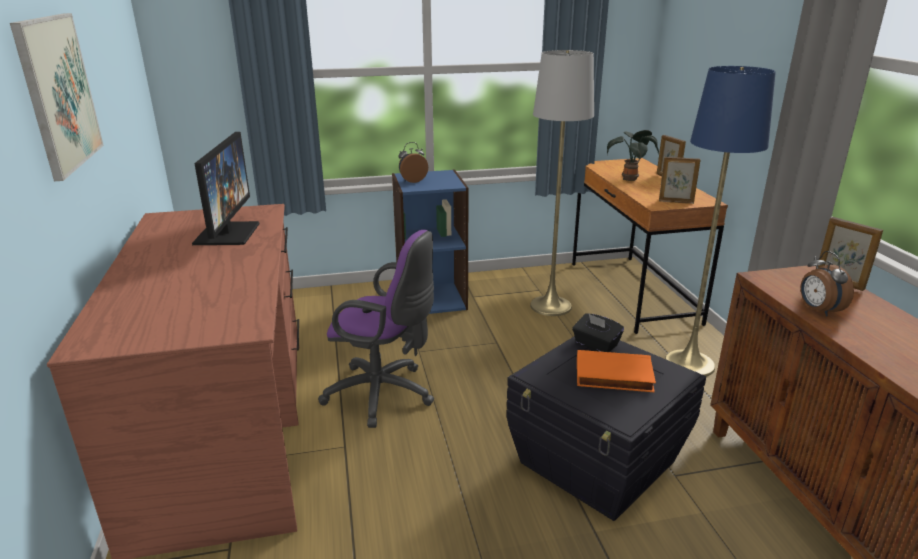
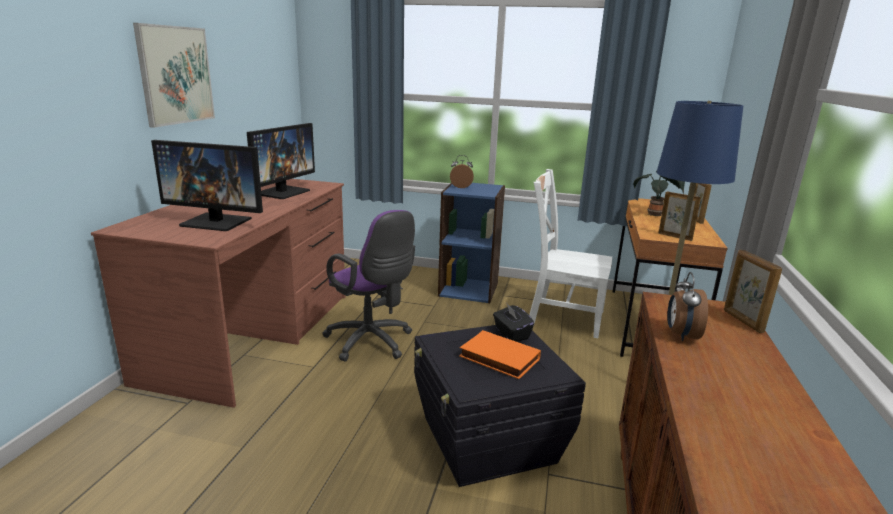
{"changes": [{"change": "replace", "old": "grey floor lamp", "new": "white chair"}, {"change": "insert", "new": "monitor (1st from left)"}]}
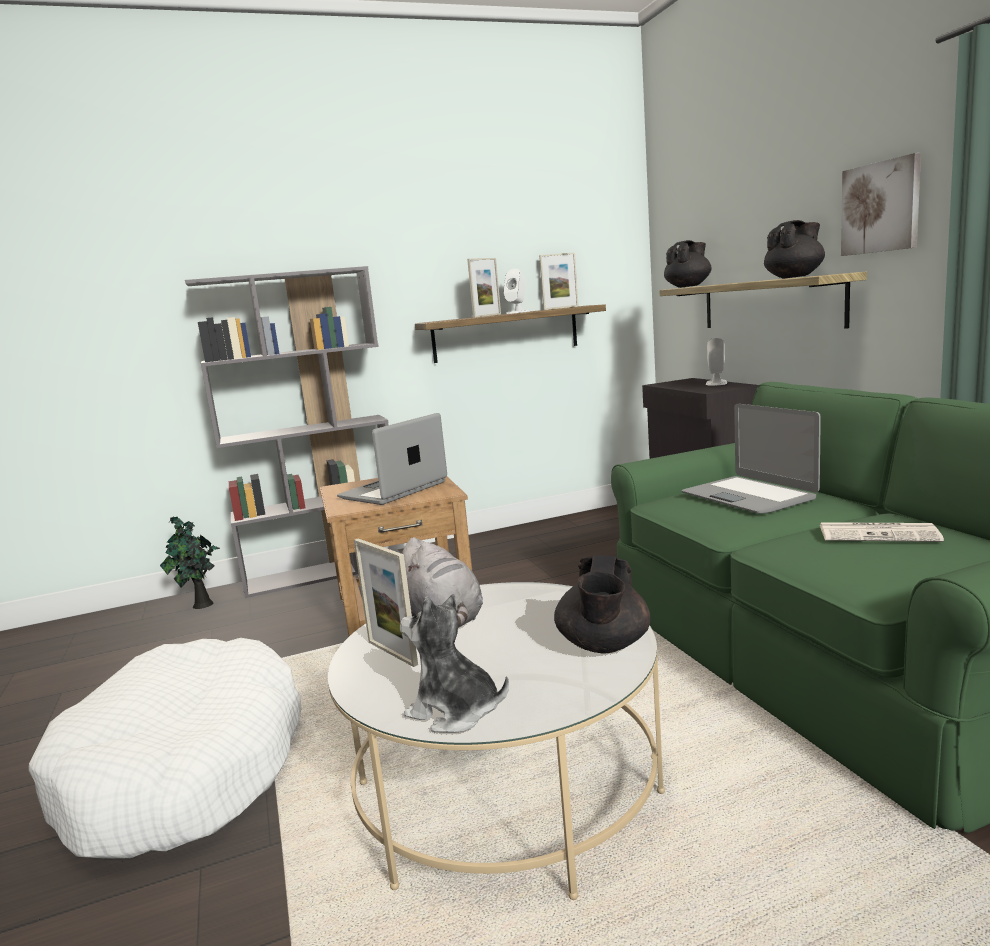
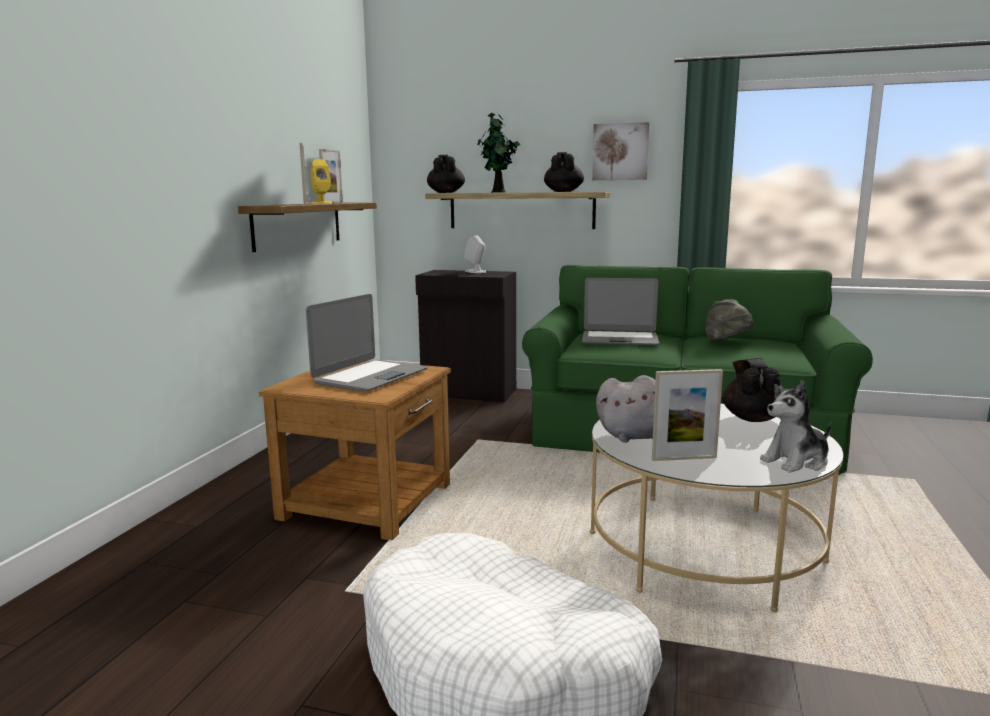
{"changes": [{"change": "delete", "old": "grey bookcase"}, {"change": "recolor", "old": "white speaker (1st from left)", "new": "yellow speaker"}, {"change": "rotate", "old": "laptop (1st from left)", "degrees": -135}, {"change": "move", "old": "potted plant"}, {"change": "replace", "old": "newspaper", "new": "grey hat"}, {"change": "rotate", "old": "black teapot (1st from left in the first image)", "degrees": -135}]}
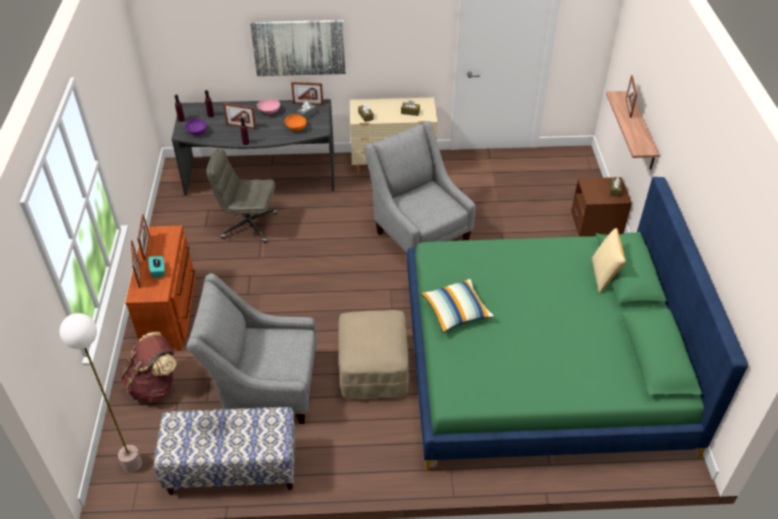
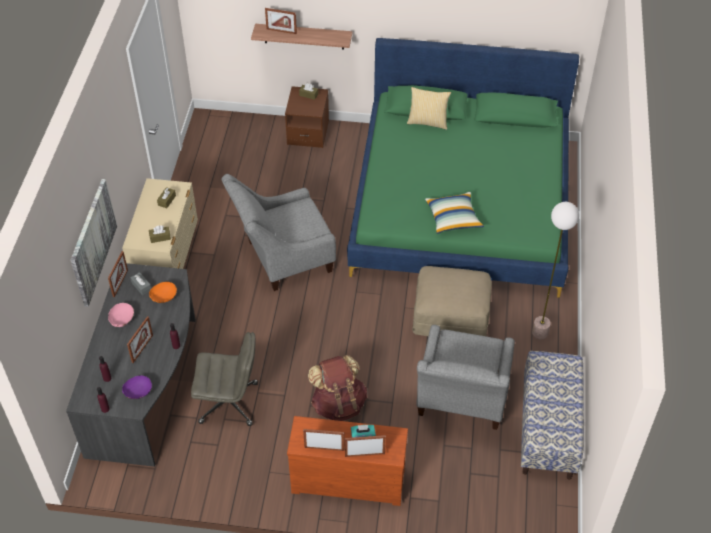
{"changes": [{"change": "rotate", "old": "grey office chair", "degrees": -105}, {"change": "move", "old": "floor lamp"}, {"change": "move", "old": "brown backpack"}]}
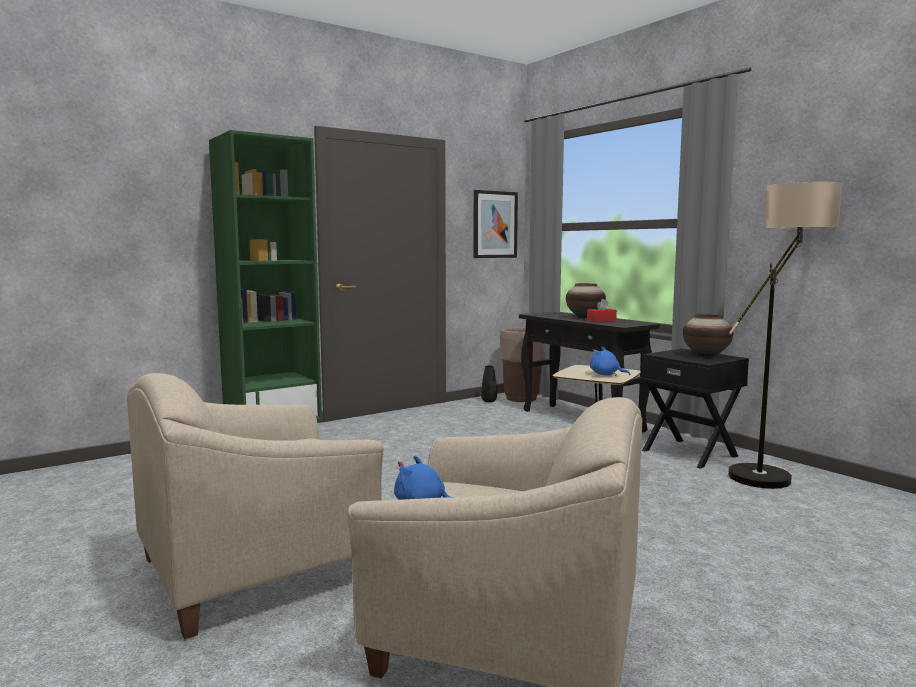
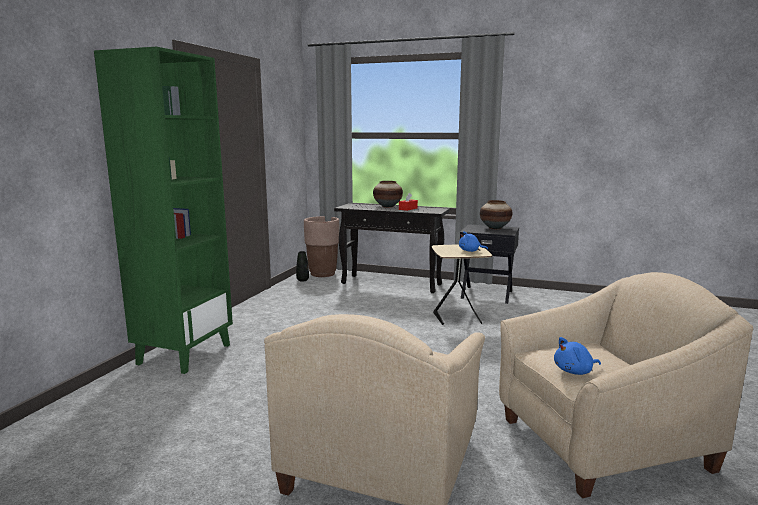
{"changes": [{"change": "delete", "old": "floor lamp"}, {"change": "delete", "old": "picture"}]}
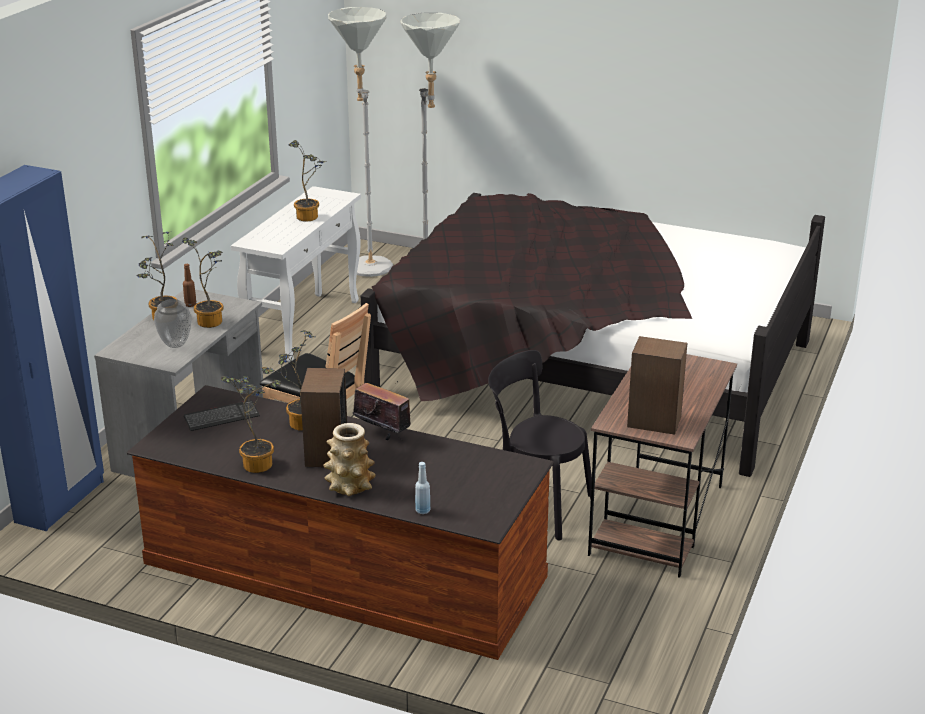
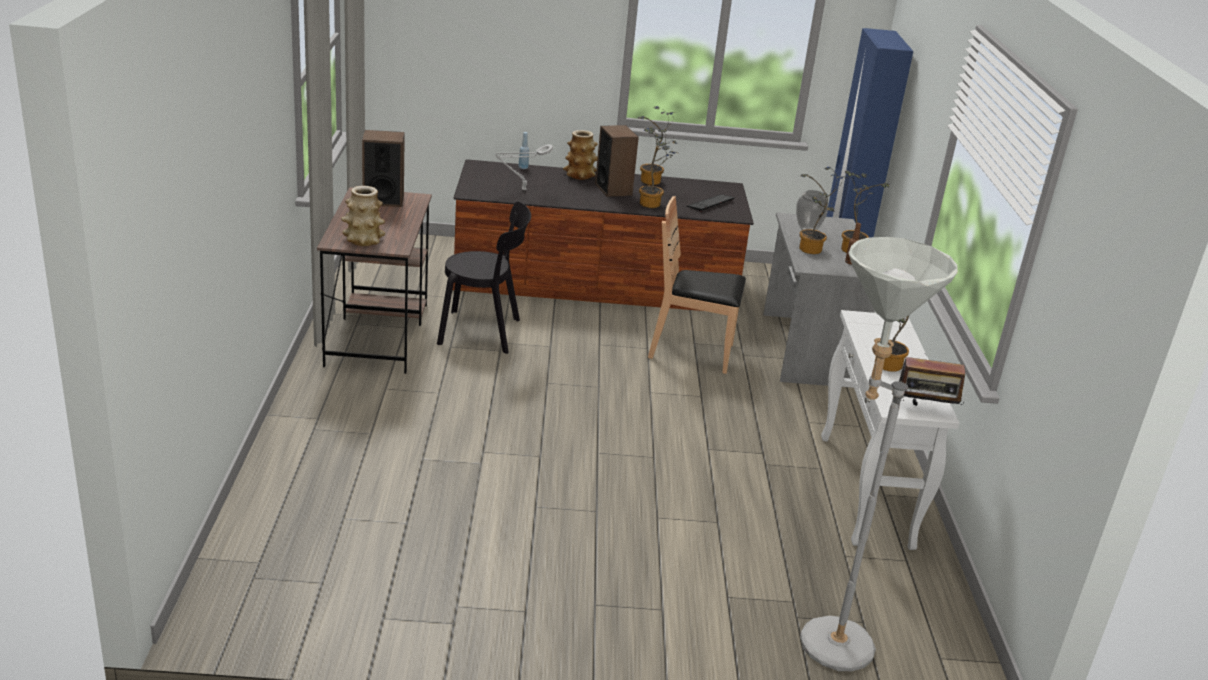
{"changes": [{"change": "delete", "old": "grey floor lamp (1st from left)"}, {"change": "delete", "old": "black bed"}, {"change": "move", "old": "radio"}, {"change": "insert", "new": "grey table lamp"}, {"change": "insert", "new": "vase (1st from left)"}]}
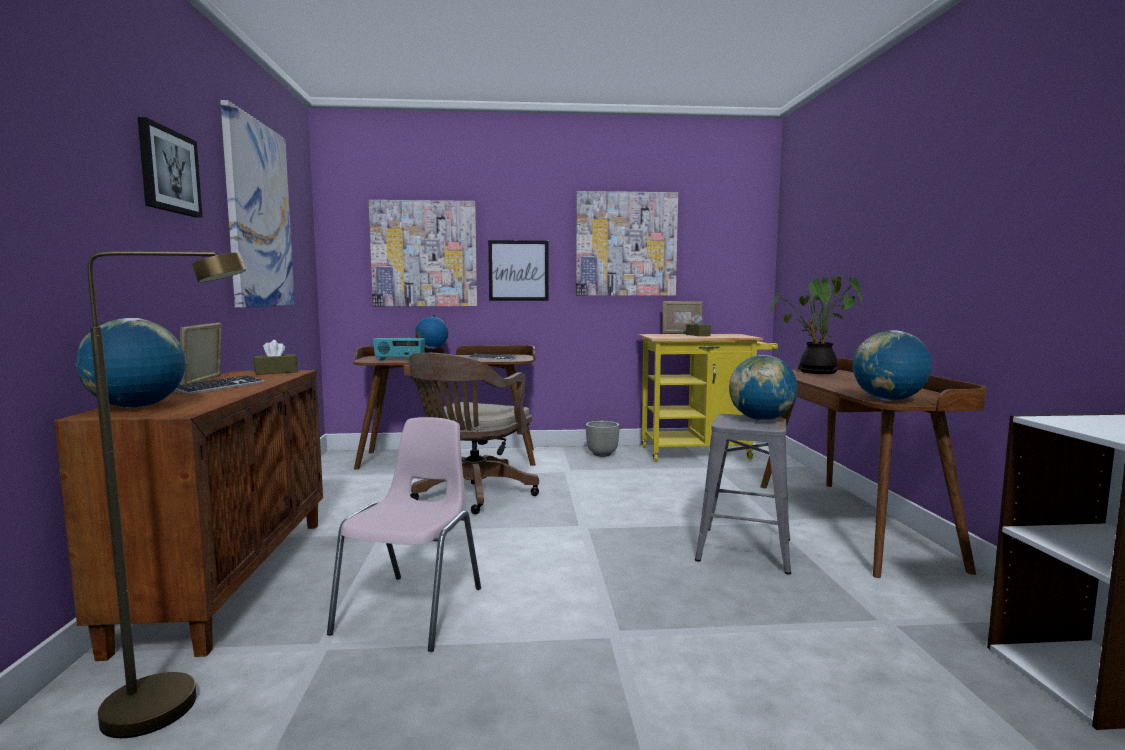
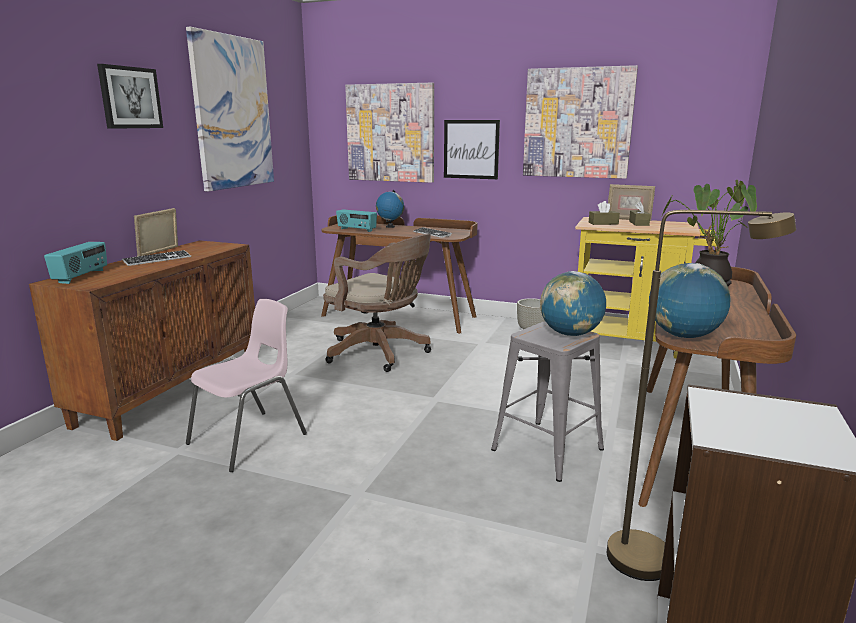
{"changes": [{"change": "move", "old": "brown floor lamp"}, {"change": "replace", "old": "globe (1st from left)", "new": "radio (1st from left)"}, {"change": "move", "old": "brown tissue box (1st from left)"}, {"change": "rotate", "old": "brown office chair", "degrees": -105}]}
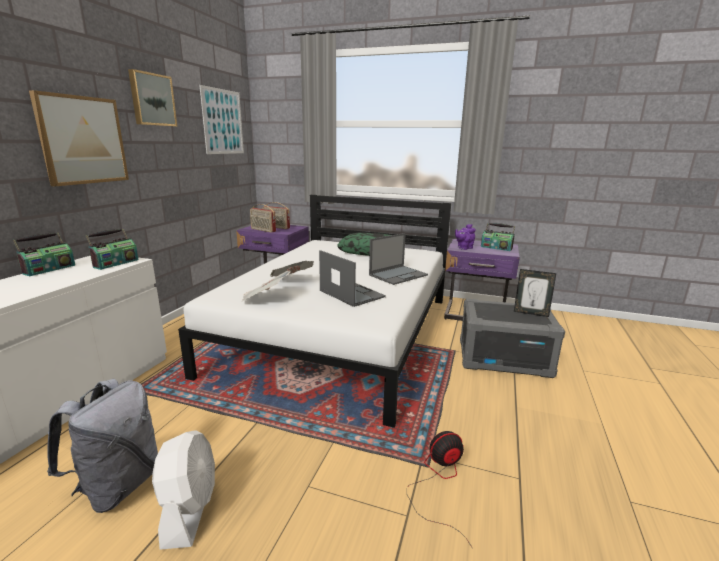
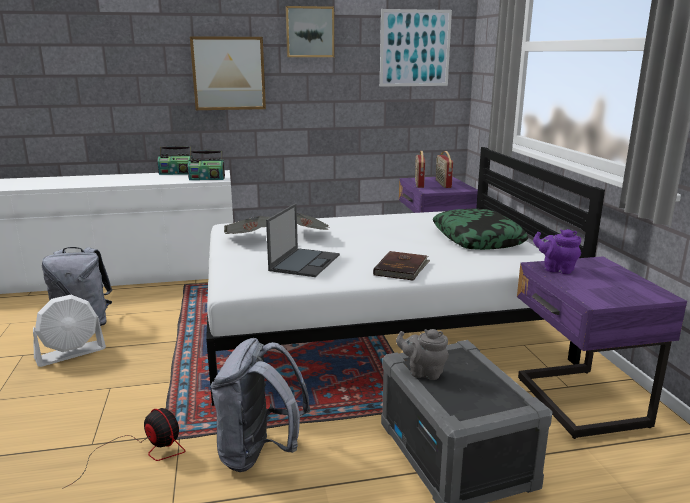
{"changes": [{"change": "delete", "old": "radio (5th from left)"}, {"change": "replace", "old": "laptop (2nd from left)", "new": "brown book"}, {"change": "delete", "old": "picture frame"}, {"change": "insert", "new": "grey teapot"}, {"change": "insert", "new": "grey backpack (2nd from left)"}]}
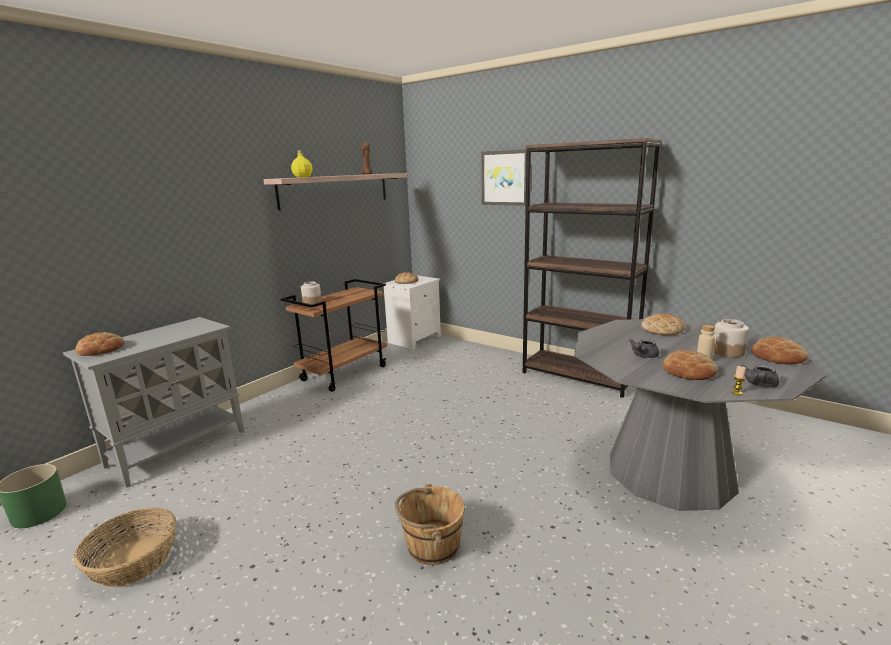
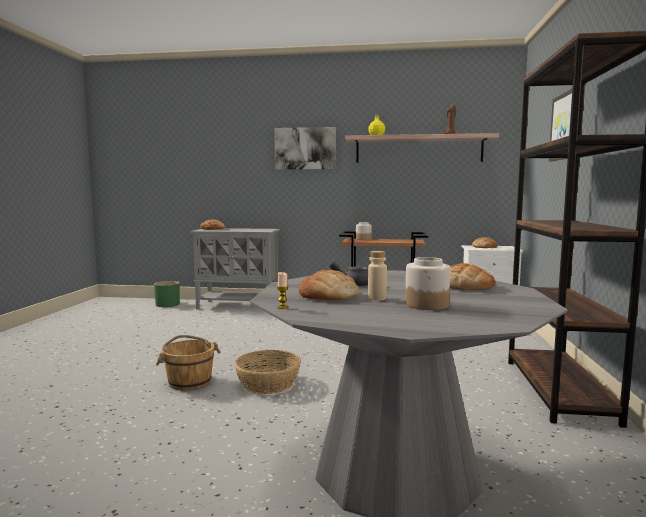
{"changes": [{"change": "delete", "old": "bread (5th from left)"}, {"change": "delete", "old": "grey teapot (2nd from left)"}, {"change": "move", "old": "basket"}, {"change": "insert", "new": "picture (1st from left)"}]}
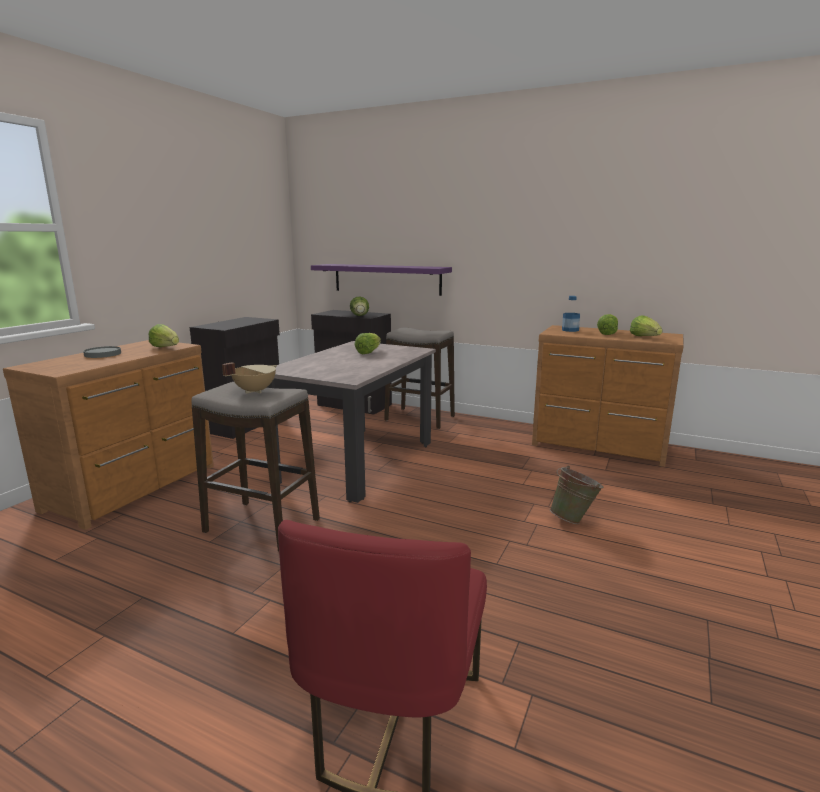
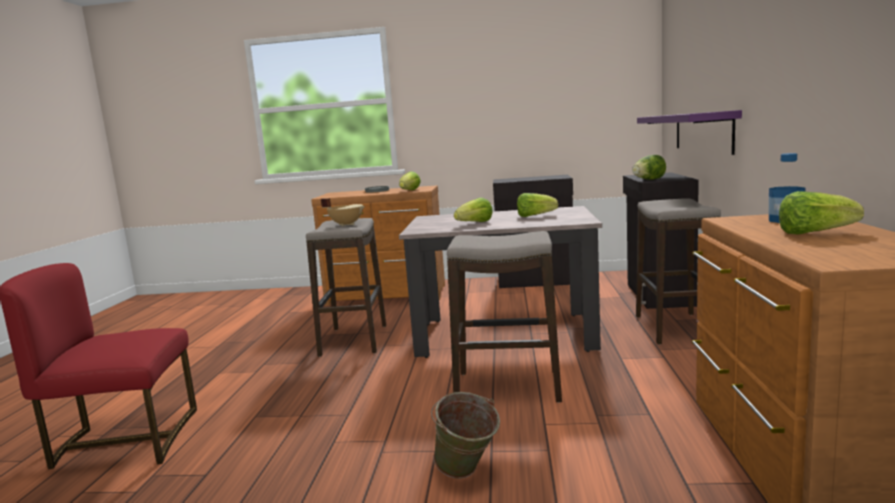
{"changes": [{"change": "move", "old": "lettuce (5th from left in the first image)", "new": "lettuce (2nd from left)"}, {"change": "insert", "new": "stool (2nd from left)"}]}
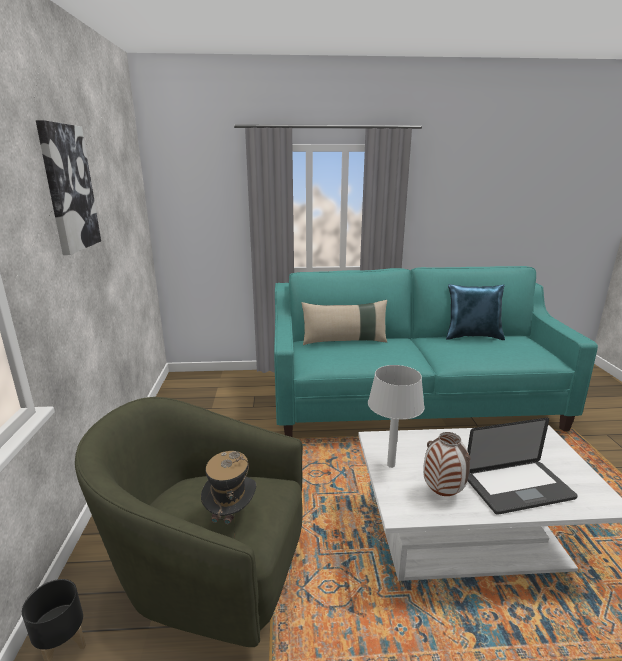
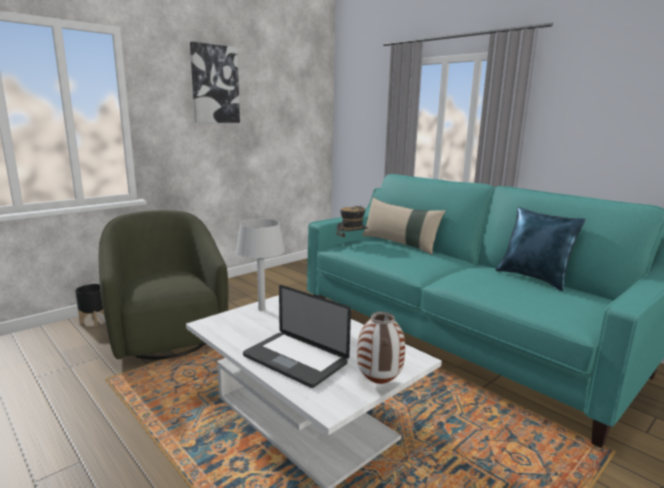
{"changes": [{"change": "move", "old": "vase"}, {"change": "move", "old": "hat"}]}
